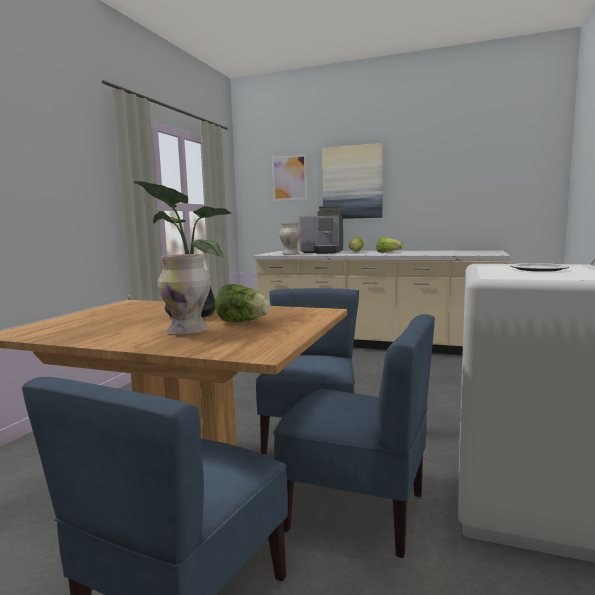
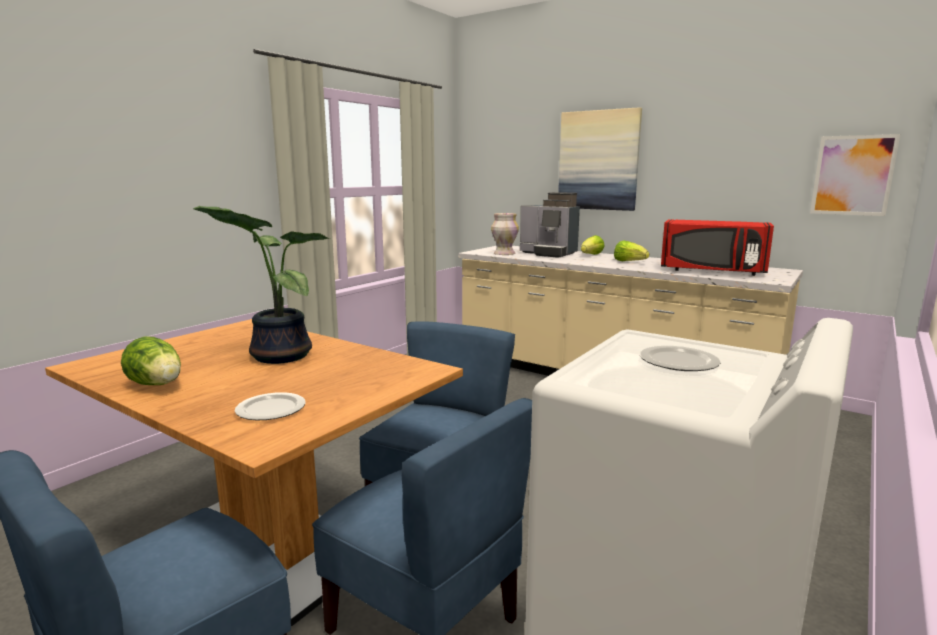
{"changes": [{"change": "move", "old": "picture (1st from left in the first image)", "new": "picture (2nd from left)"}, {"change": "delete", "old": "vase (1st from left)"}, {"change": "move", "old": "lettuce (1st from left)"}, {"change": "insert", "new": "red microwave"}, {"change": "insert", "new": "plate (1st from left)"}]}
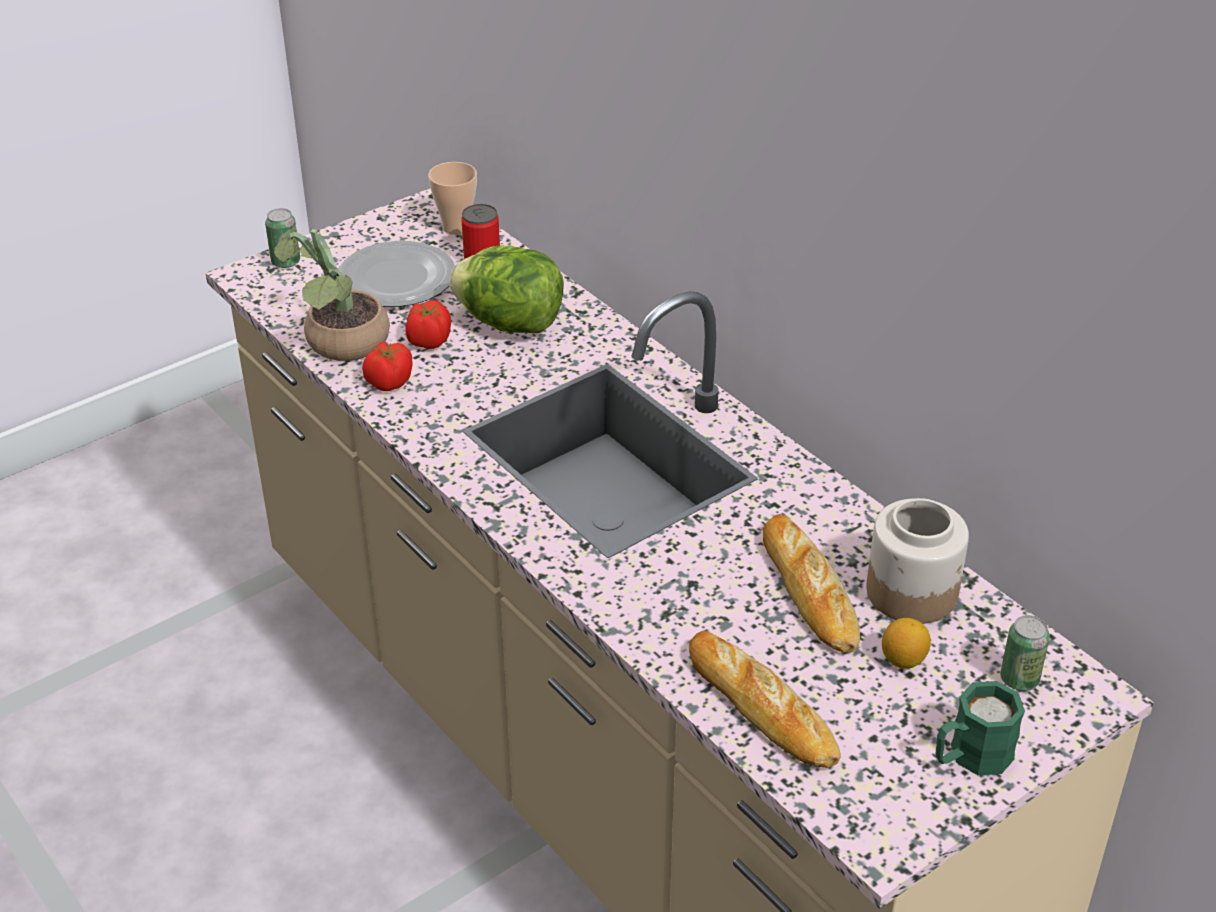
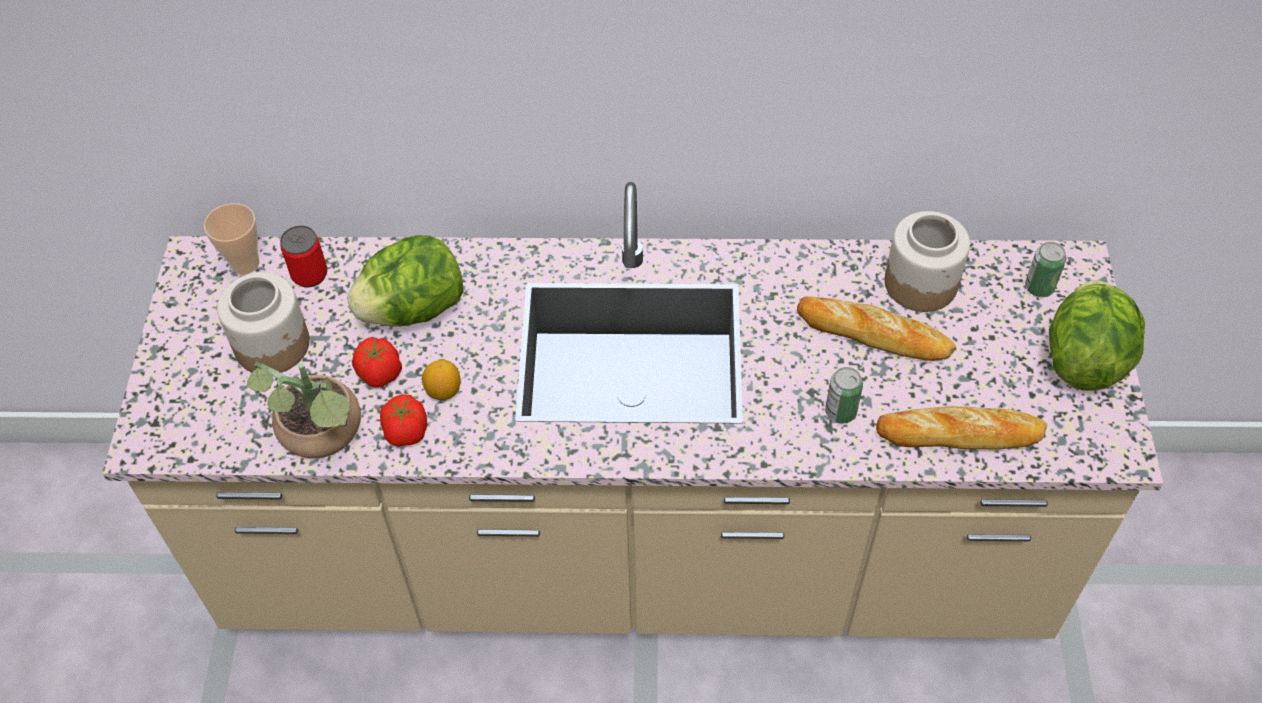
{"changes": [{"change": "move", "old": "can (1st from left in the first image)", "new": "can (2nd from left)"}, {"change": "replace", "old": "plate", "new": "jar (1st from left)"}, {"change": "move", "old": "lemon"}, {"change": "replace", "old": "green mug", "new": "lettuce (2nd from left)"}]}
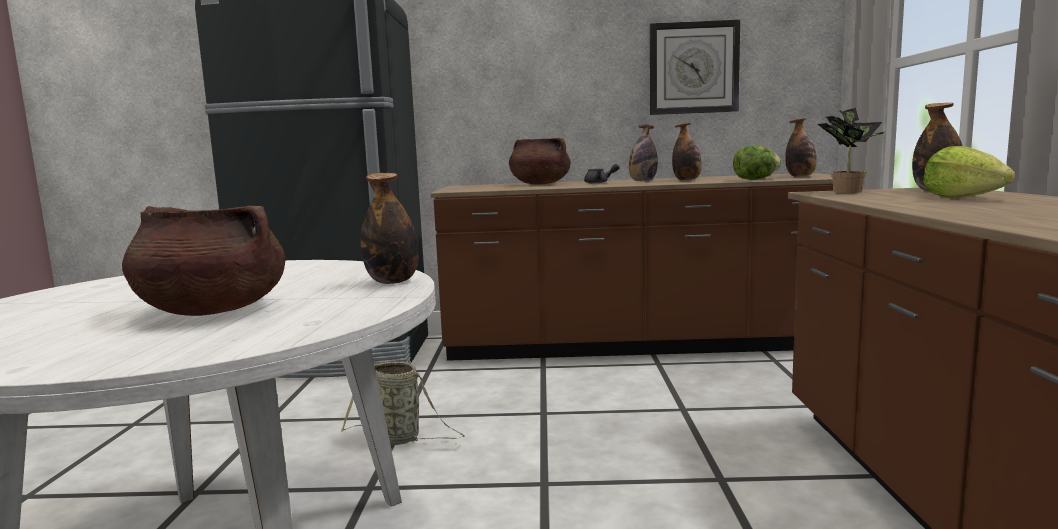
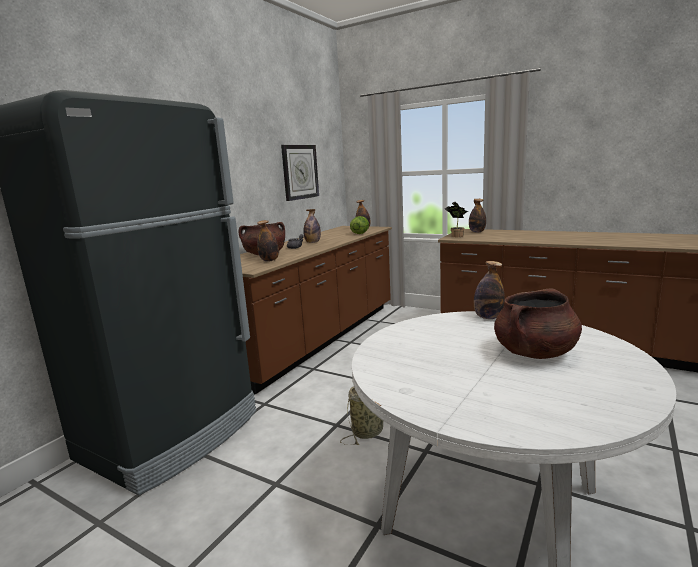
{"changes": [{"change": "move", "old": "bottle (3rd from left in the first image)", "new": "bottle (1st from left)"}, {"change": "delete", "old": "lettuce (2nd from left)"}]}
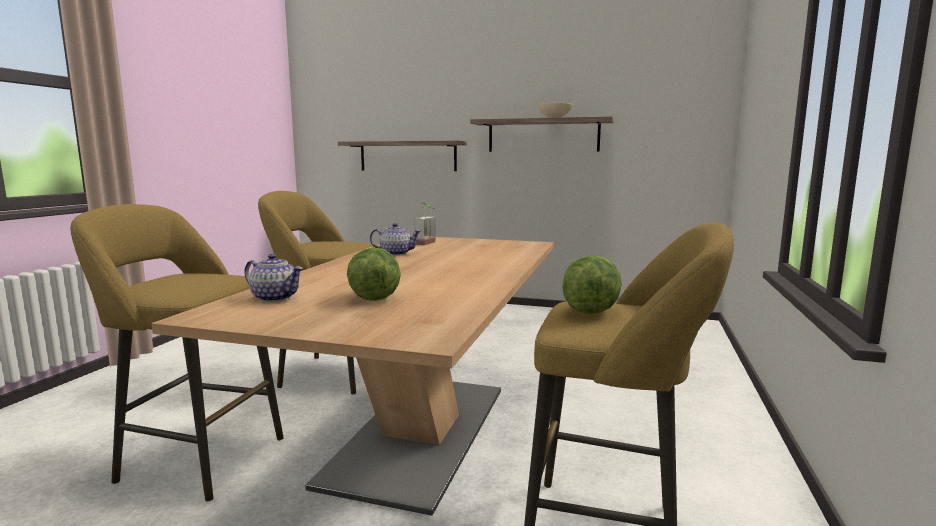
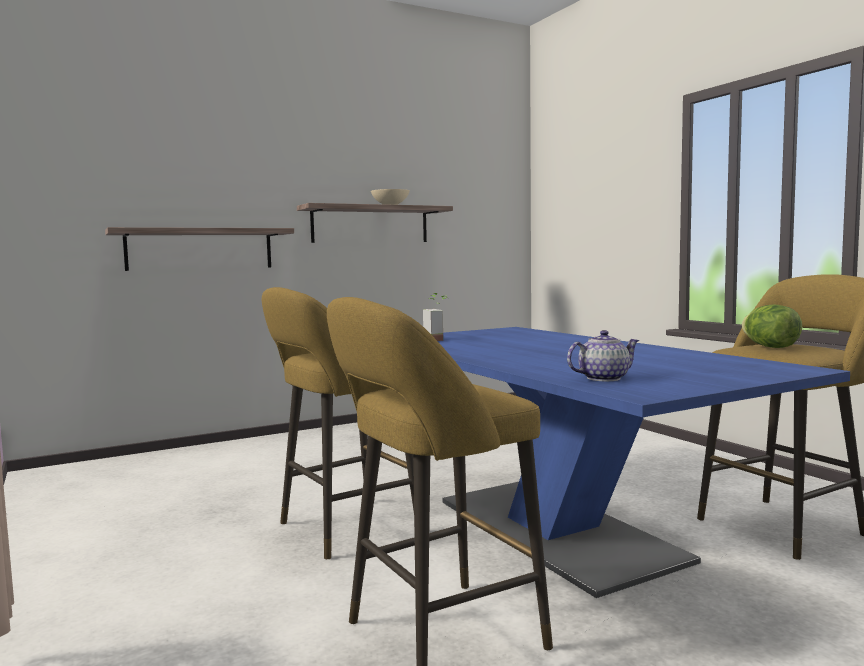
{"changes": [{"change": "delete", "old": "teapot (2nd from left)"}, {"change": "recolor", "old": "beige dining table", "new": "blue dining table"}, {"change": "delete", "old": "lettuce (1st from left)"}]}
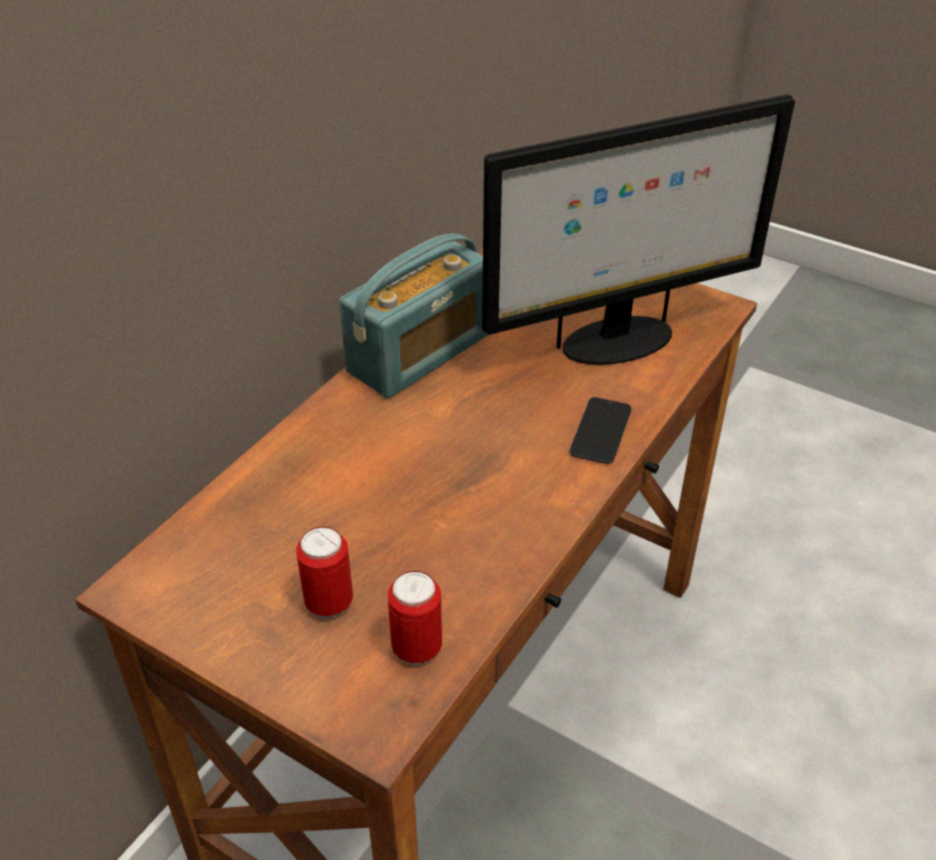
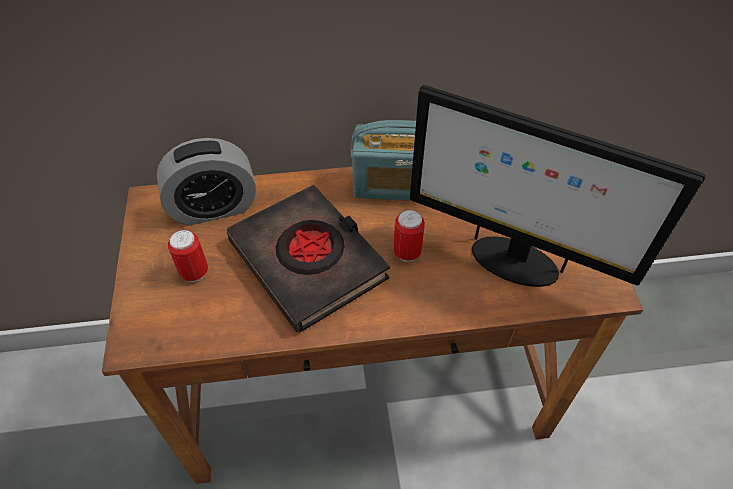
{"changes": [{"change": "delete", "old": "phone"}, {"change": "move", "old": "can (2nd from left)"}, {"change": "insert", "new": "alarm clock"}, {"change": "insert", "new": "black book"}]}
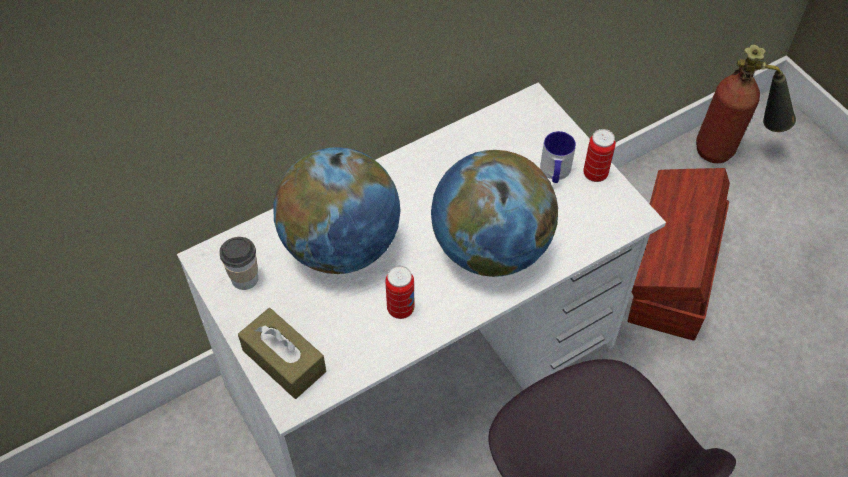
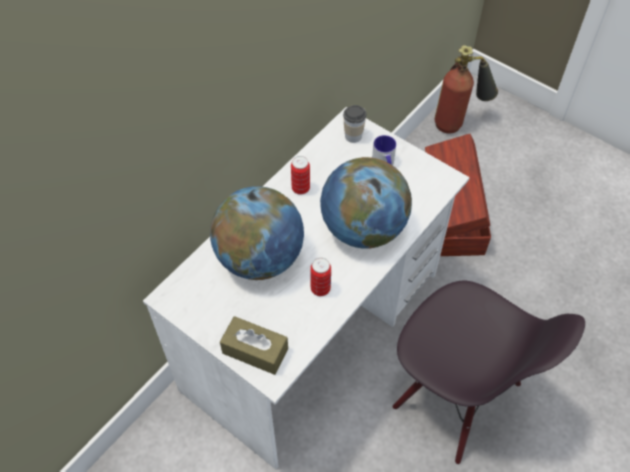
{"changes": [{"change": "move", "old": "can (2nd from left in the first image)", "new": "can (1st from left)"}, {"change": "move", "old": "cup"}]}
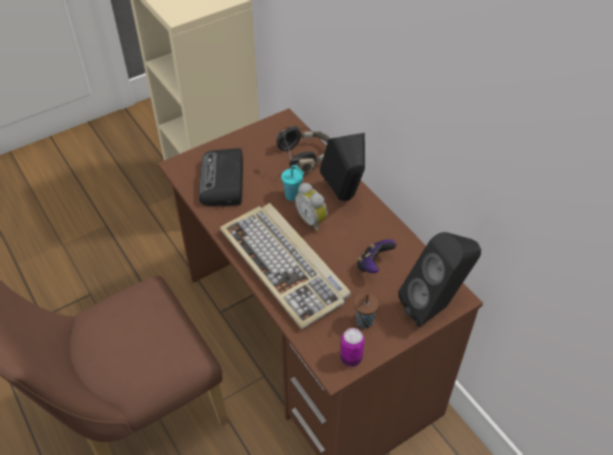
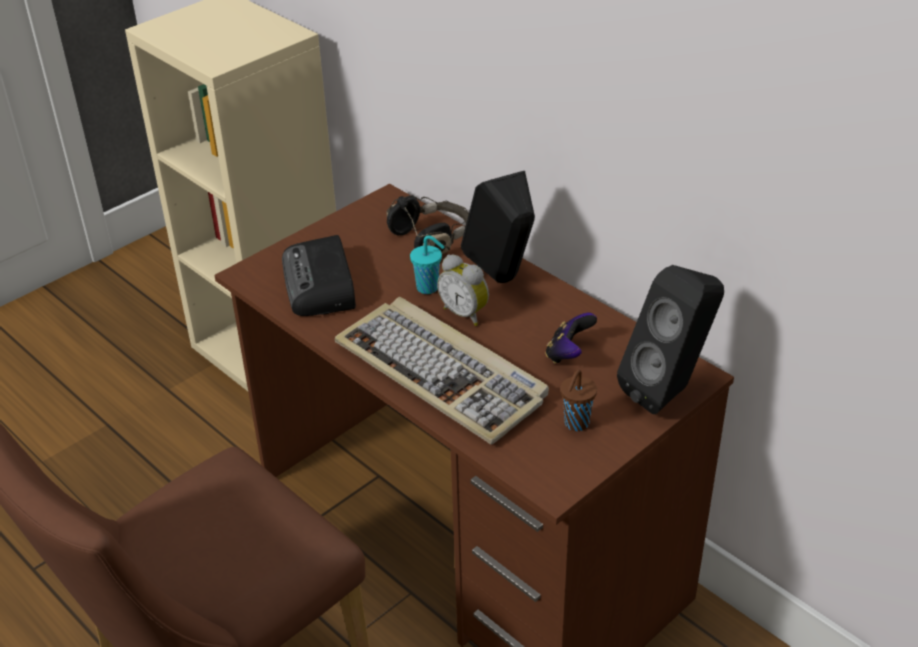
{"changes": [{"change": "delete", "old": "can"}]}
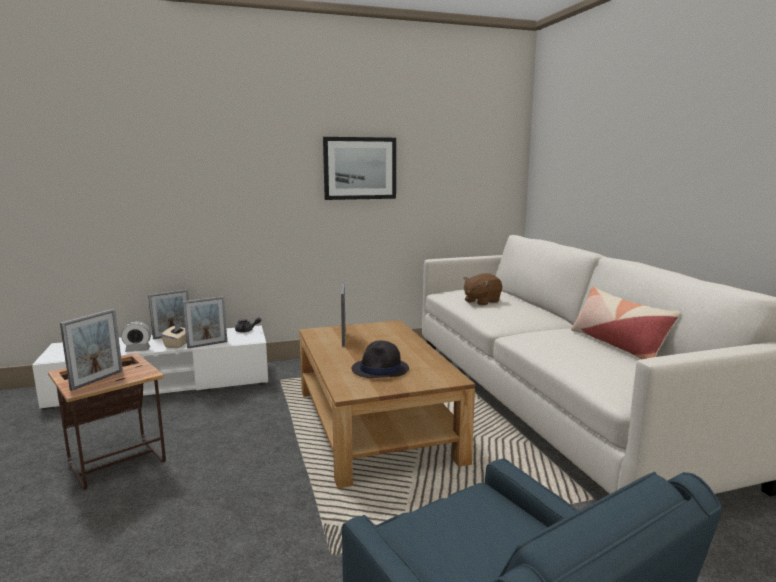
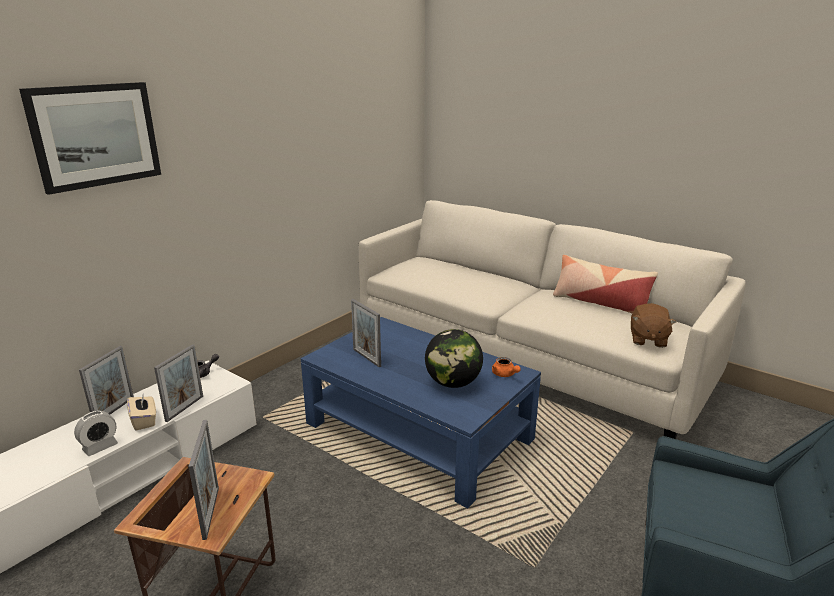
{"changes": [{"change": "move", "old": "picture"}, {"change": "move", "old": "brown plush toy"}, {"change": "recolor", "old": "brown coffee table", "new": "blue coffee table"}, {"change": "replace", "old": "black hat", "new": "globe"}, {"change": "insert", "new": "orange teapot"}]}
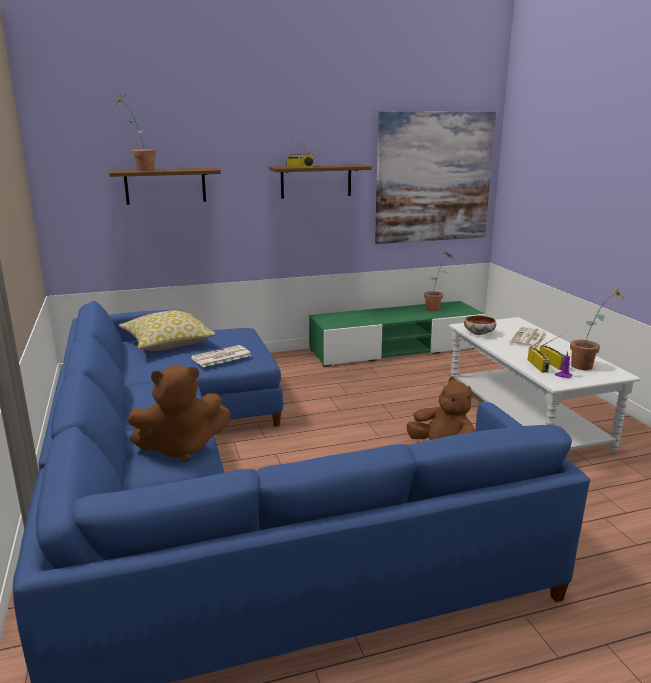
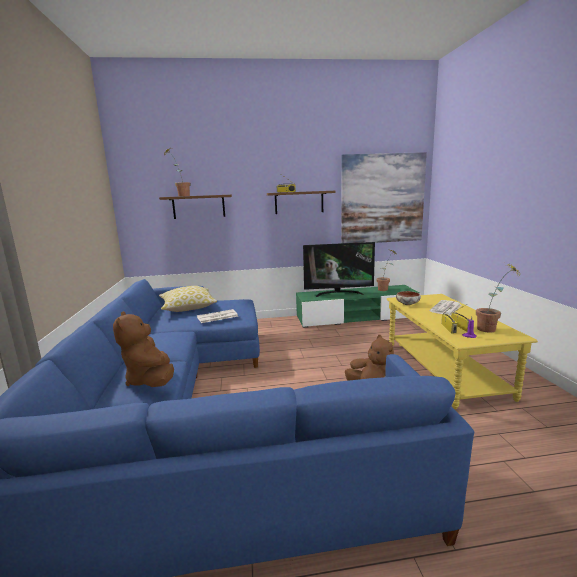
{"changes": [{"change": "recolor", "old": "white coffee table", "new": "yellow coffee table"}, {"change": "rotate", "old": "brown plush toy (1st from left)", "degrees": 75}, {"change": "insert", "new": "television"}]}
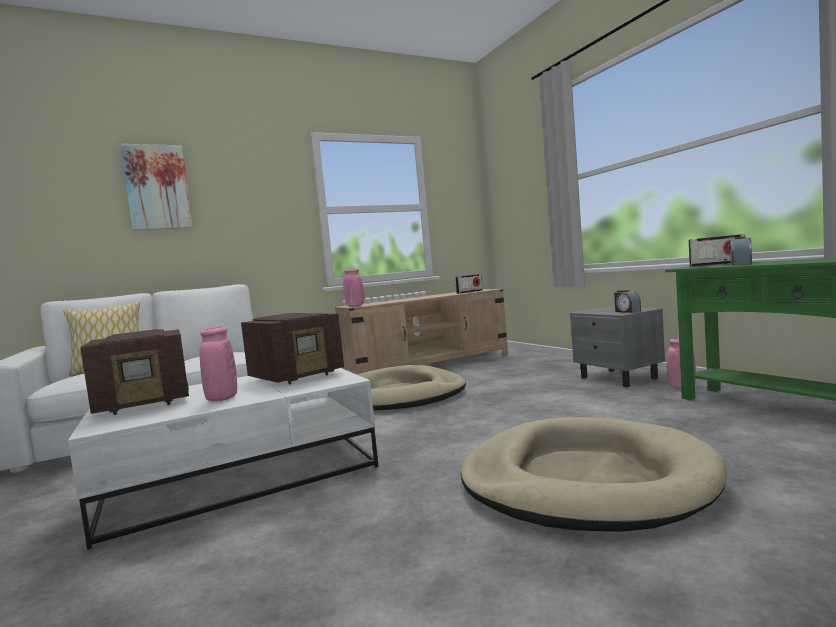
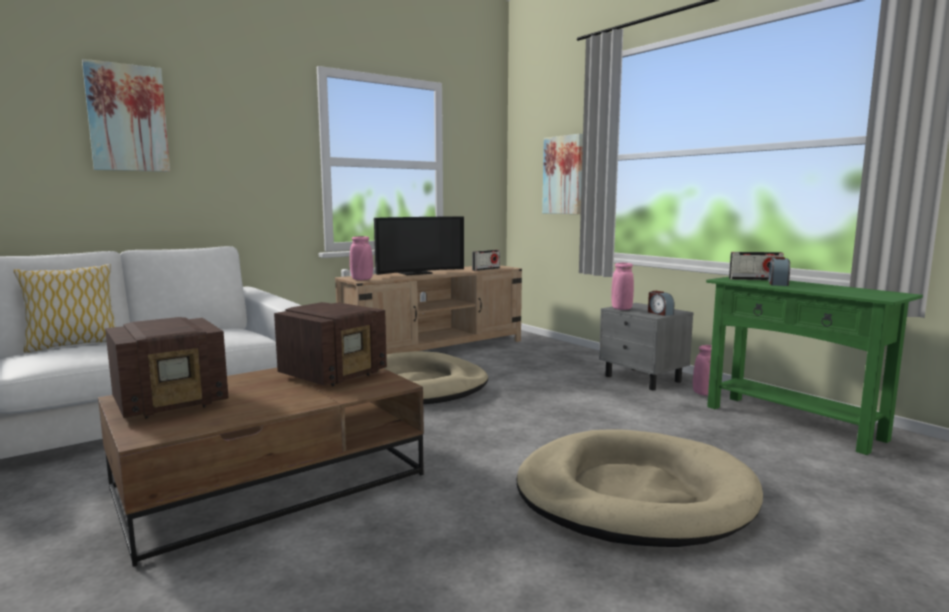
{"changes": [{"change": "move", "old": "pink vase (1st from left in the first image)", "new": "pink vase (2nd from left)"}, {"change": "recolor", "old": "white coffee table", "new": "brown coffee table"}, {"change": "insert", "new": "picture (2nd from left)"}, {"change": "insert", "new": "television"}]}
